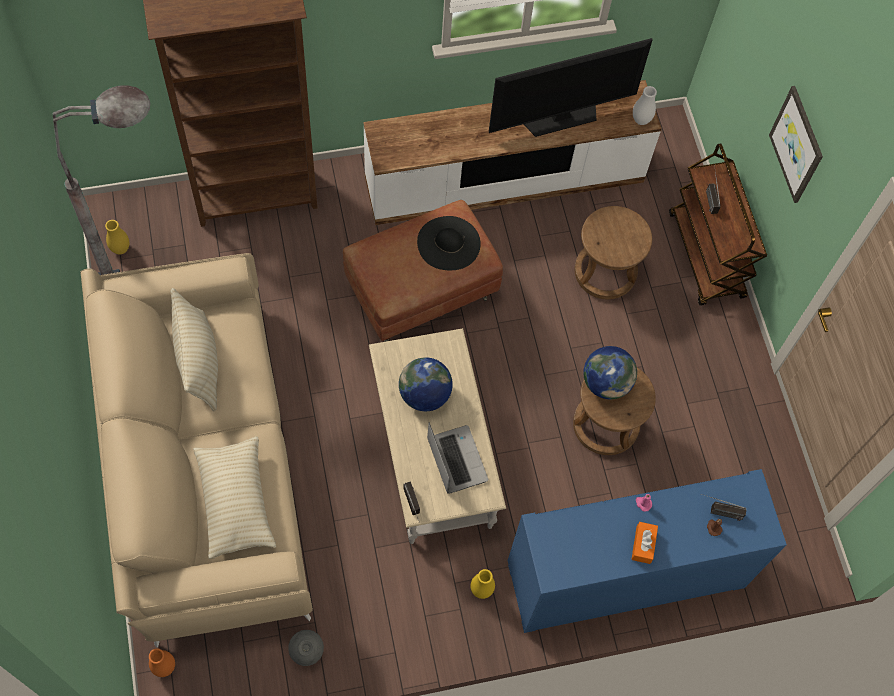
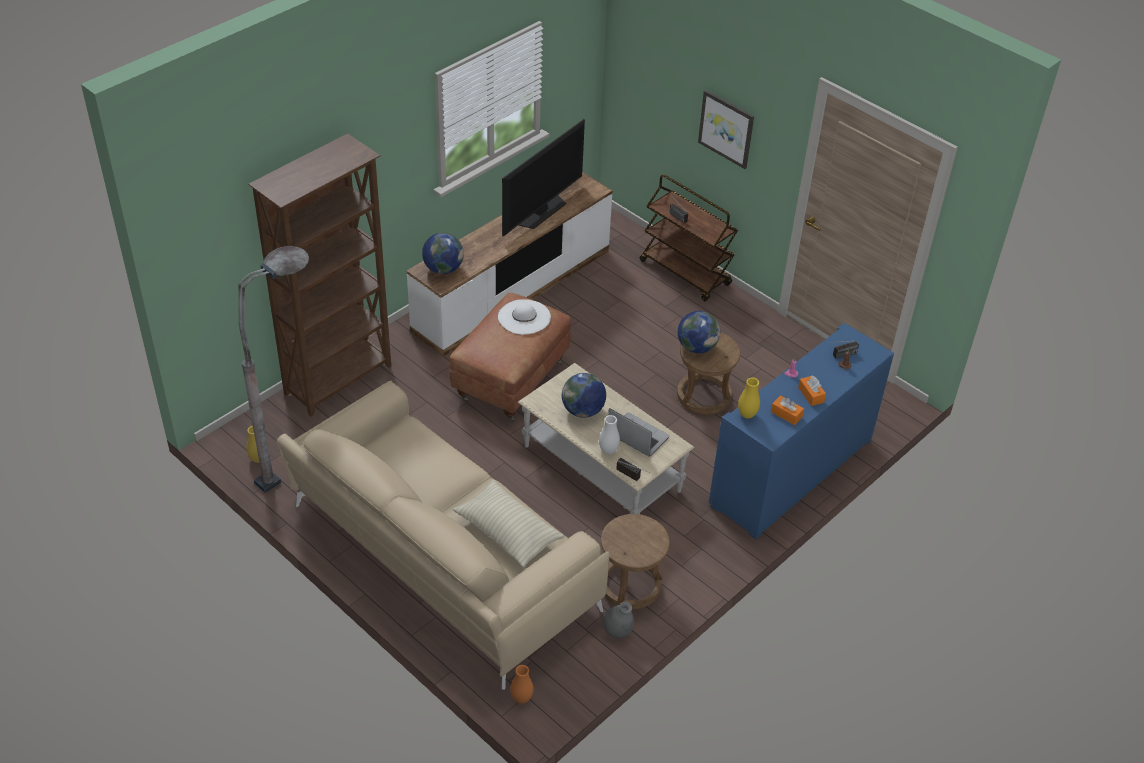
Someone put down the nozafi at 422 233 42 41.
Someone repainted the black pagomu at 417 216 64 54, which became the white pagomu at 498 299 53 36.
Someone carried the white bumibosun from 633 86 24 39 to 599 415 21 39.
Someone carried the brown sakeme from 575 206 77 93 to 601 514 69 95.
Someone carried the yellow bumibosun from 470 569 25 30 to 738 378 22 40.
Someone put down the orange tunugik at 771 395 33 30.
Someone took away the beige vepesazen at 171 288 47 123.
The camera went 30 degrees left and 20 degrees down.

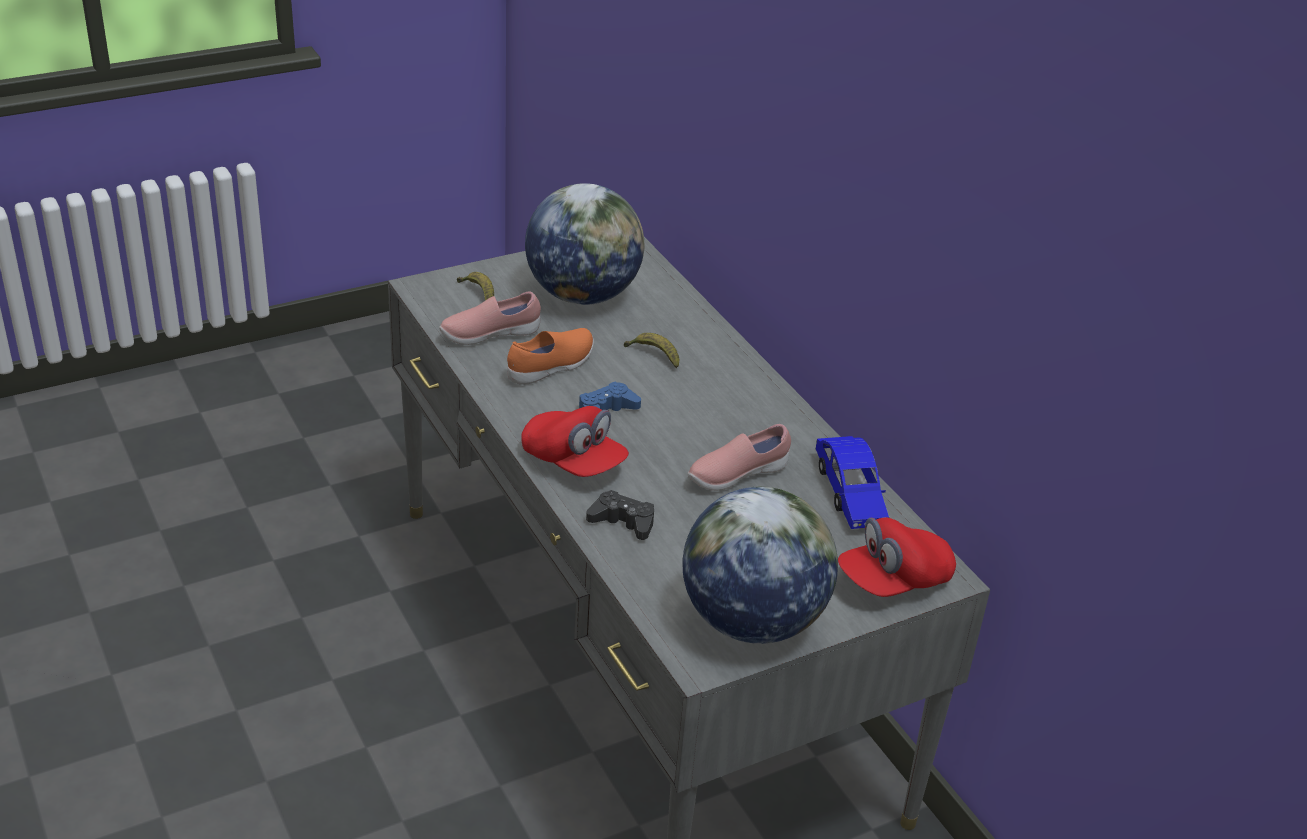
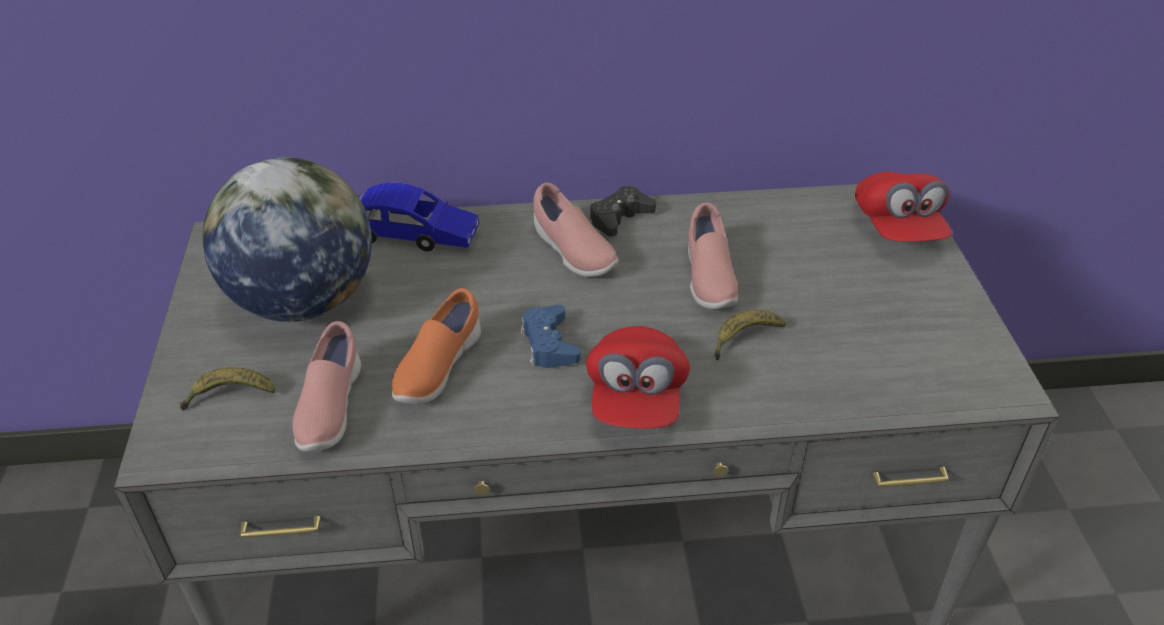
Someone carried the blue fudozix from 816 436 73 93 to 358 183 121 68.
Someone rotated the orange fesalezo at 507 328 87 57 by 135 degrees counterclockwise.
Someone put down the pink fesalezo at 533 182 86 95.
Someone rotated the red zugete at 521 406 108 71 by 120 degrees clockwise.
Someone carried the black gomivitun from 586 490 68 50 to 590 186 66 50.
Someone carried the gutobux from 624 333 55 35 to 715 310 71 50.
Someone took away the nozafi at 682 487 156 157.
The camera went 65 degrees left and 5 degrees up.

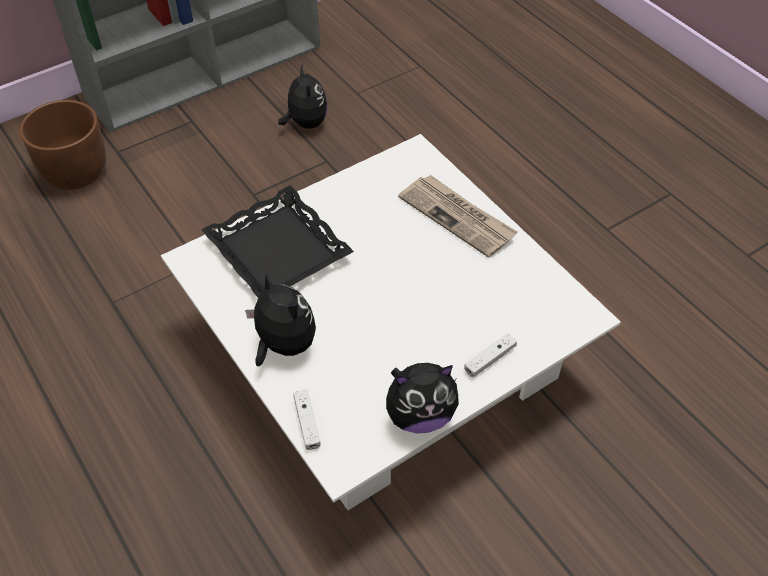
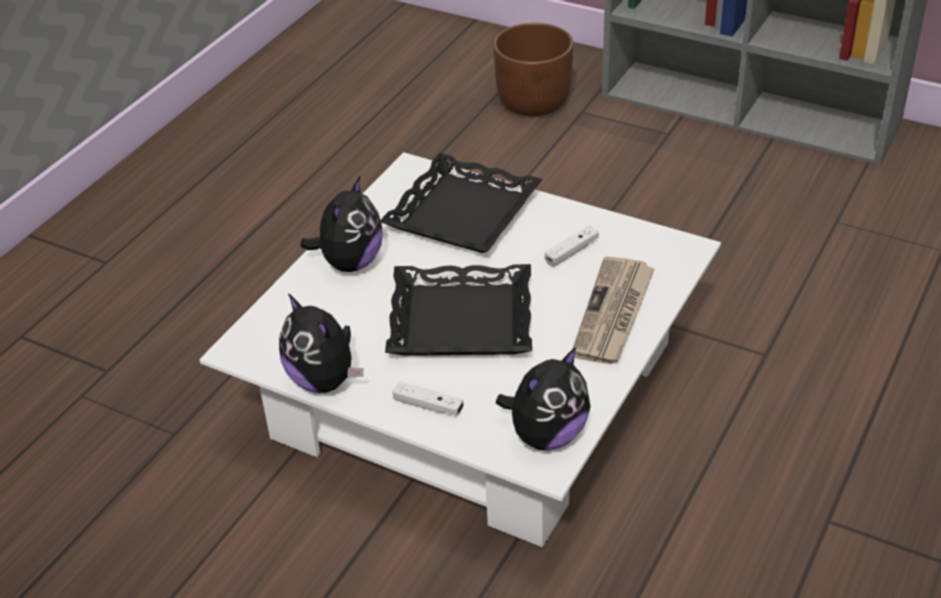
Someone put down the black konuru at 385 264 147 92.
Someone carried the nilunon from 278 63 50 66 to 496 347 95 104.
Someone carried the white gomivitun from 294 390 26 60 to 545 226 54 41.
The camera went 65 degrees right and 10 degrees down.

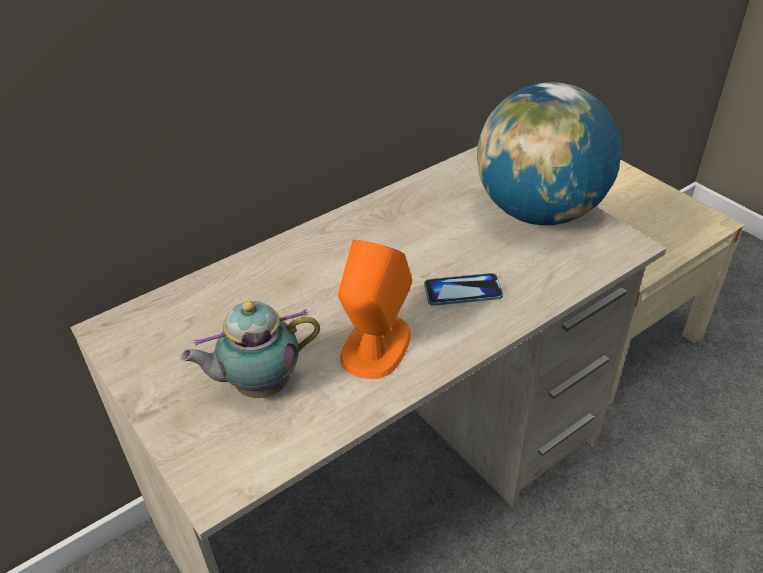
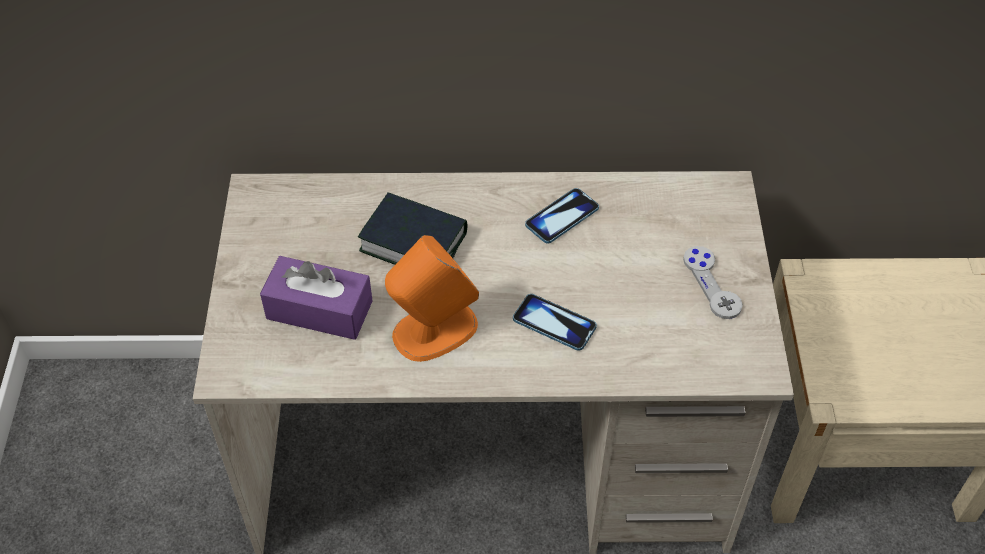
Someone swapped the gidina at 180 301 140 97 for the purple tunugik at 260 256 113 84.
Someone put down the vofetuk at 358 192 109 73.
Someone put down the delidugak at 525 188 74 56.
Someone swapped the nozafi at 477 82 144 143 for the grey gomivitun at 683 246 60 73.
The camera went 35 degrees right and 10 degrees up.

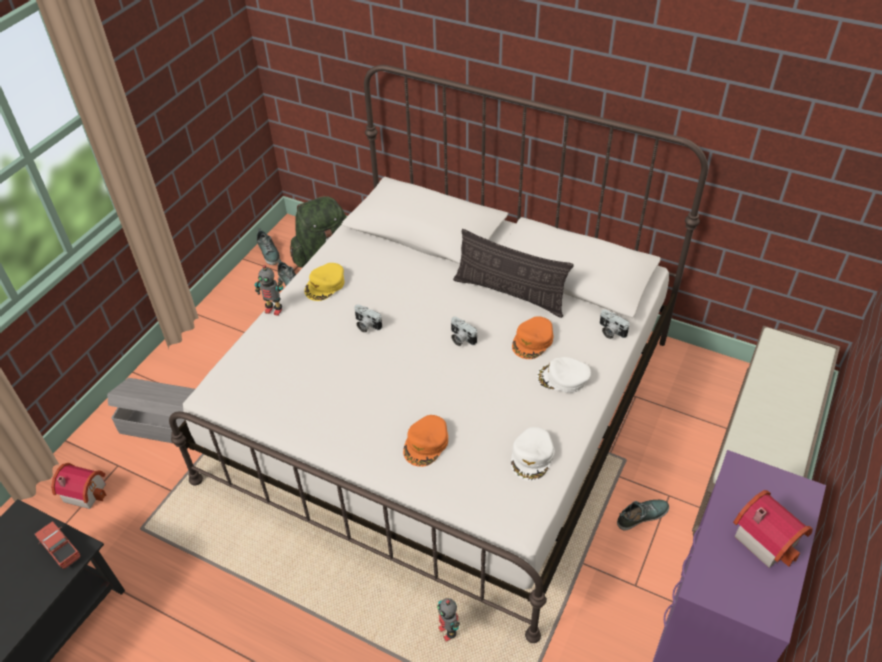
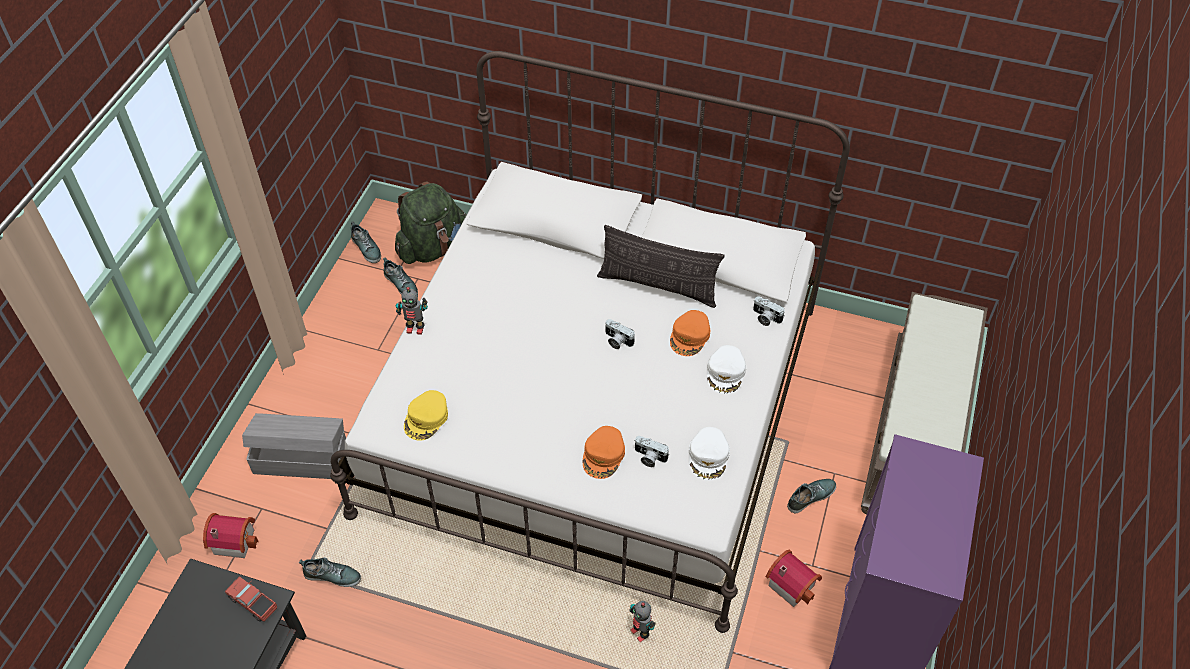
Someone put down the fesalezo at 299 557 62 30.
Someone carried the yellow zugete from 304 263 40 38 to 404 390 44 51.
Someone carried the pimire from 354 304 28 29 to 634 436 36 31.
Someone rotated the white zugete at 537 357 54 36 by 75 degrees counterclockwise.
Someone carried the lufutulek from 733 490 80 78 to 766 550 56 57.
The camera went 10 degrees left and 5 degrees up.

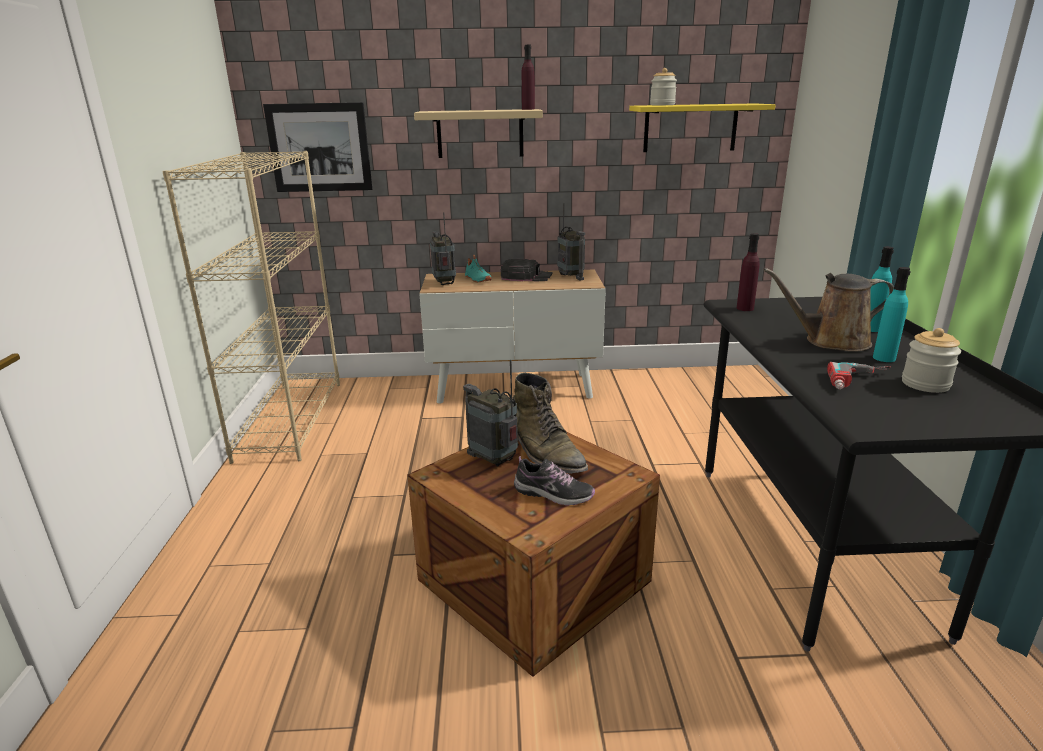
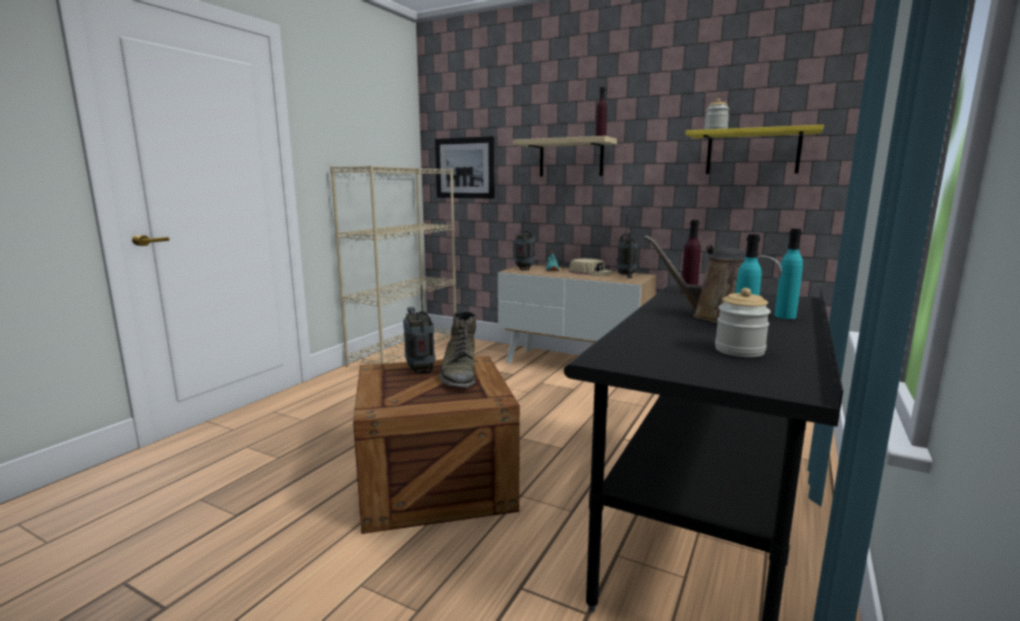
Someone repainted the black zugete at 501 259 51 23, which became the beige zugete at 569 258 45 18.
Someone took away the fesalezo at 514 456 81 50.
Someone took away the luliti at 827 362 64 27.
The camera went 30 degrees right and 10 degrees down.

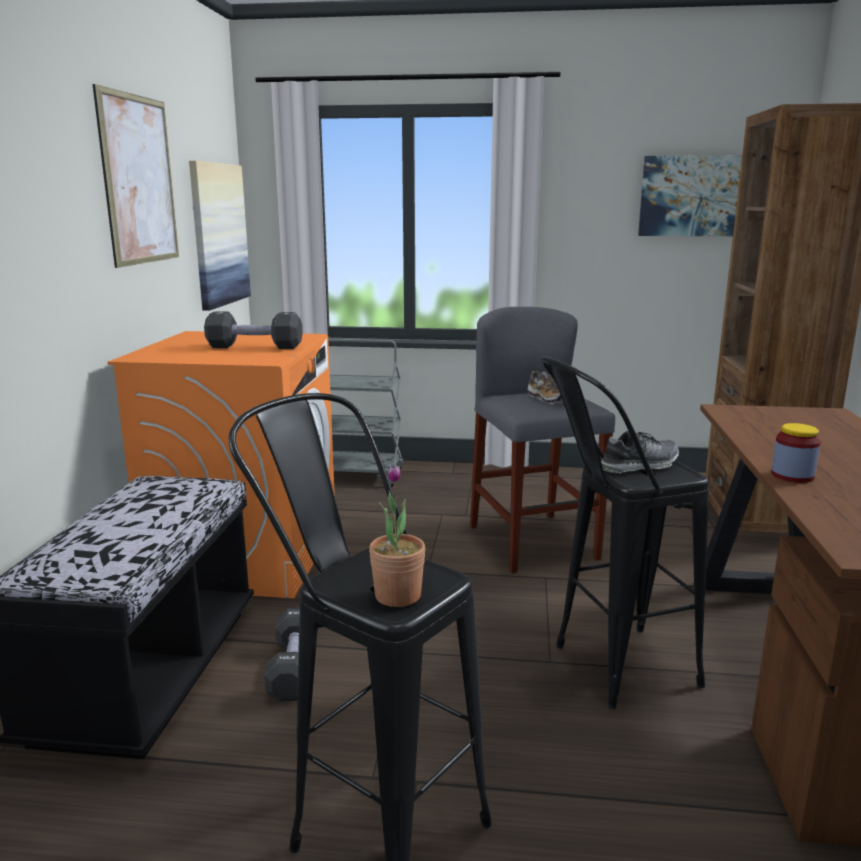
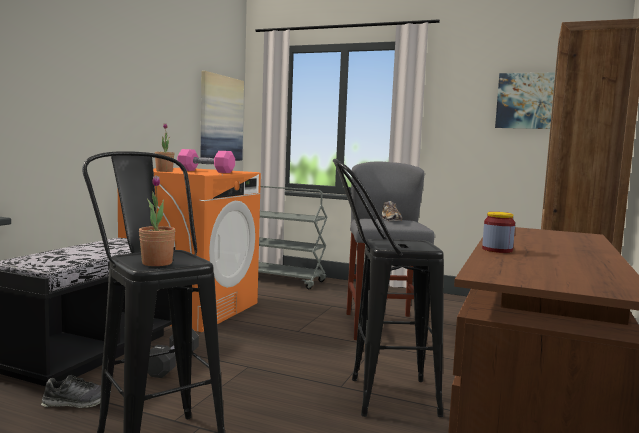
Someone carried the fesalezo from 601 431 78 43 to 41 375 70 33.
Someone put down the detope at 155 123 19 49.
Someone repainted the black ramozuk at 204 311 99 38, which became the pink ramozuk at 177 149 58 24.
Someone took away the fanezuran at 93 84 86 184.
The camera went 15 degrees right and 10 degrees down.

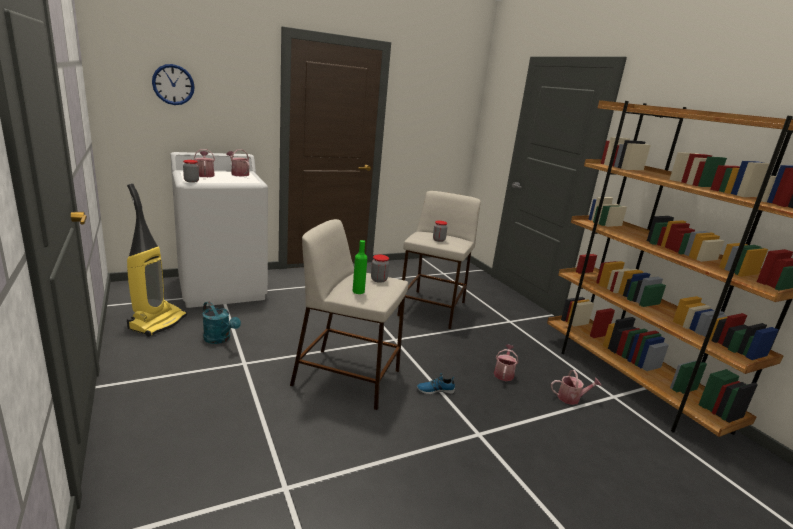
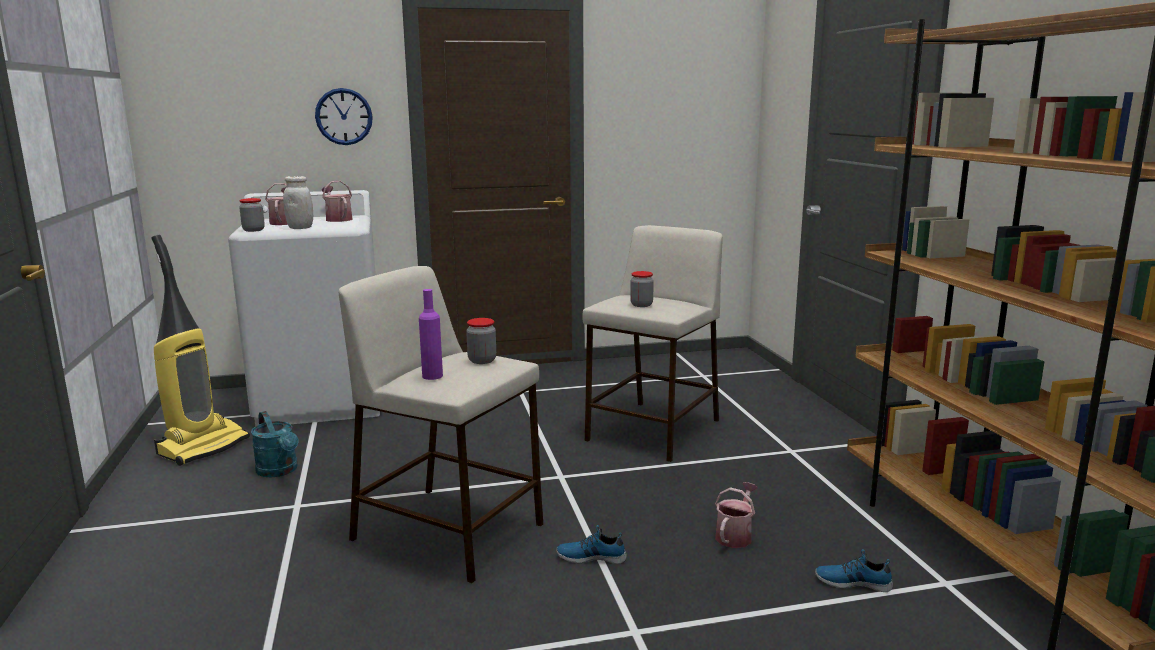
Someone put down the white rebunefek at 283 176 30 53.
Someone carried the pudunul from 152 64 43 41 to 315 88 58 57.
Someone repainted the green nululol at 353 240 15 54, which became the purple nululol at 419 289 24 91.
Someone swapped the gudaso at 551 370 51 35 for the fesalezo at 815 549 78 43.
The camera went 15 degrees right and 5 degrees down.

